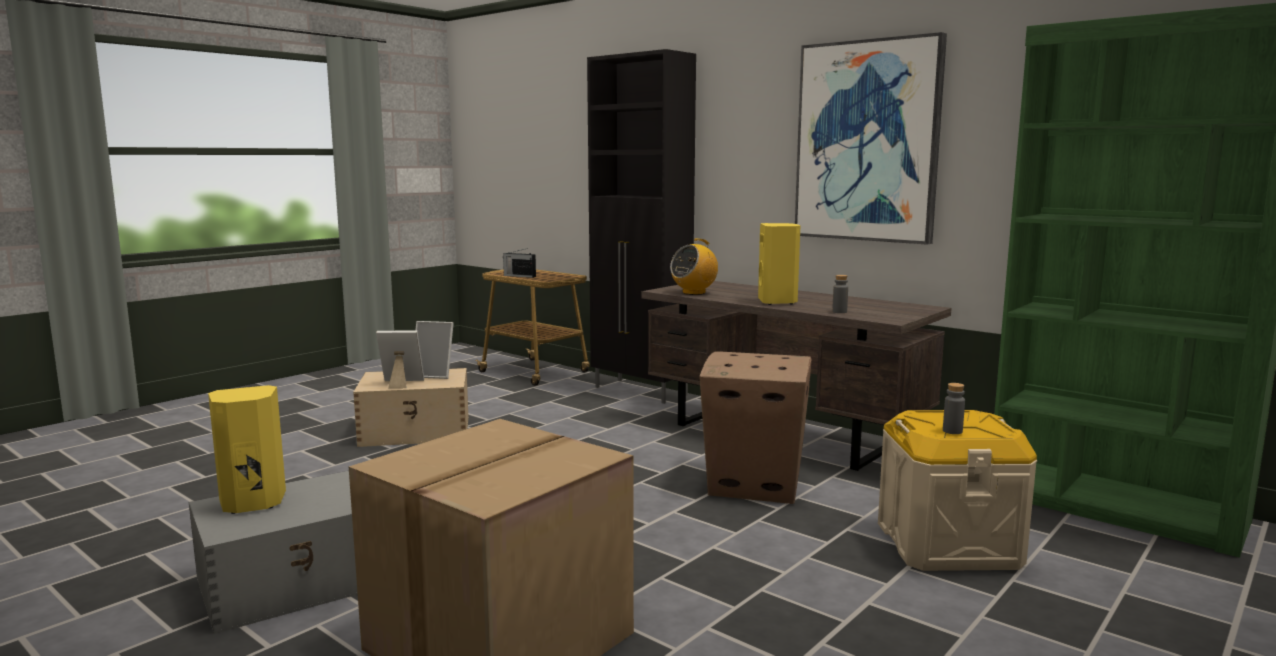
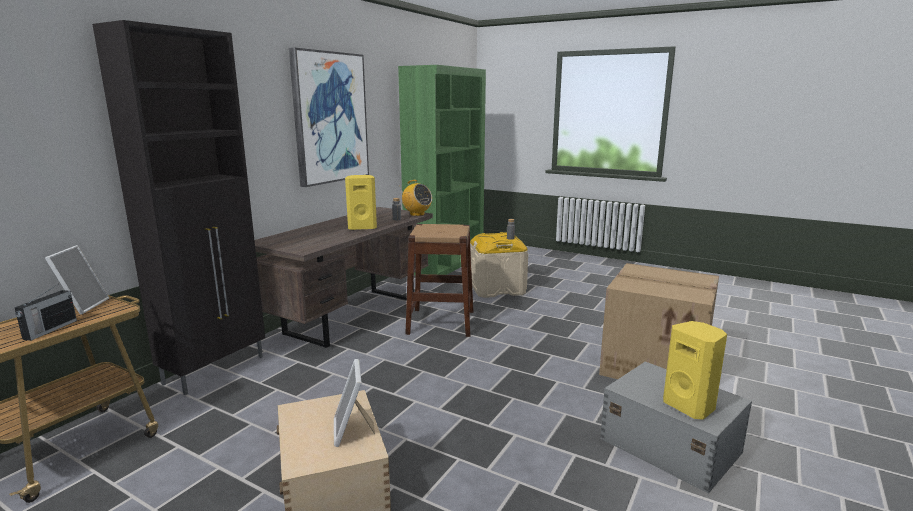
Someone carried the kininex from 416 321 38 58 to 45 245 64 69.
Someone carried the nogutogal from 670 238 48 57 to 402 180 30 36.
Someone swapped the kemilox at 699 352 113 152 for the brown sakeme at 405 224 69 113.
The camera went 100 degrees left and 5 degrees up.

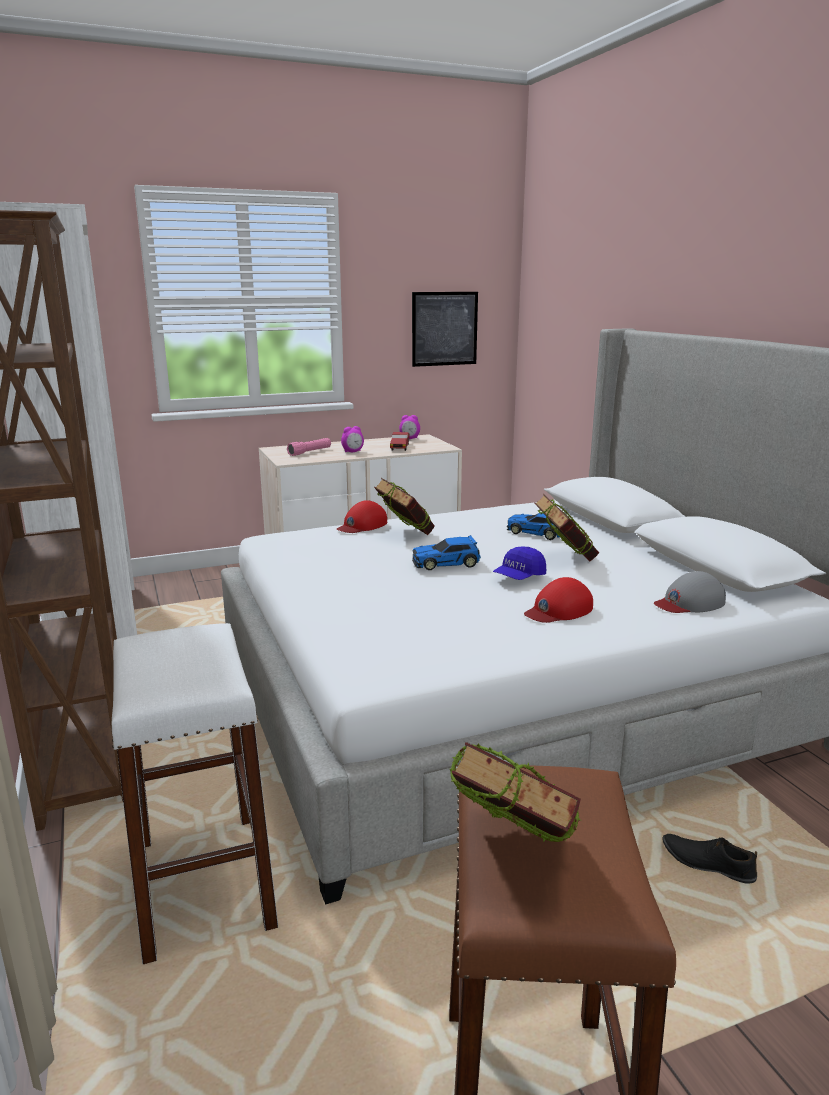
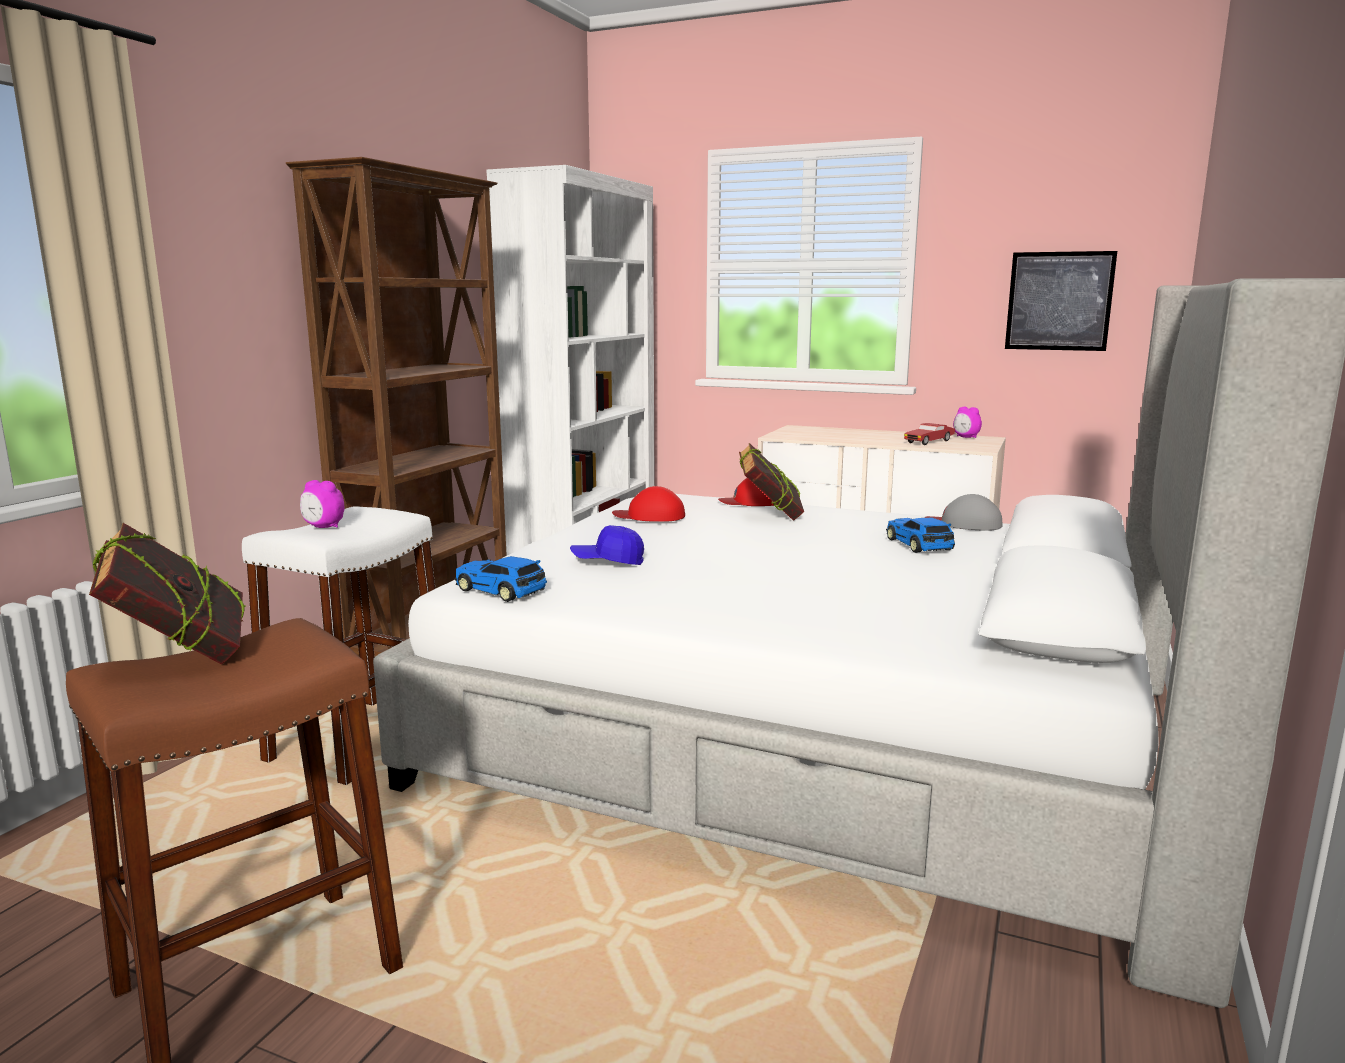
Someone carried the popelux from 341 426 23 26 to 300 480 45 48.
Someone carried the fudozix from 412 535 69 35 to 455 556 92 46.
Someone carried the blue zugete from 493 547 53 33 to 570 525 74 40.
Someone carried the red zugete from 524 577 69 46 to 612 486 73 36.
Someone carried the grey zugete from 654 571 72 42 to 924 494 79 37.
Someone took away the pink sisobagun at 287 438 44 18.
Someone took away the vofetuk at 534 494 65 68.
Someone took away the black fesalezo at 663 834 94 50.
The camera went 45 degrees right and 5 degrees down.

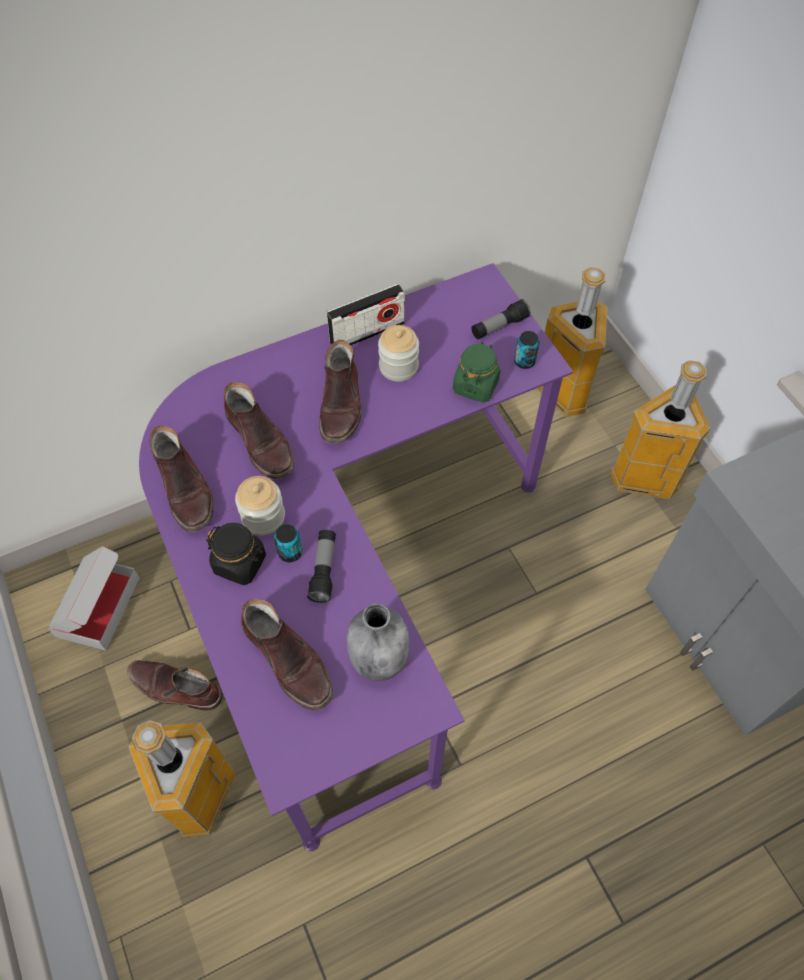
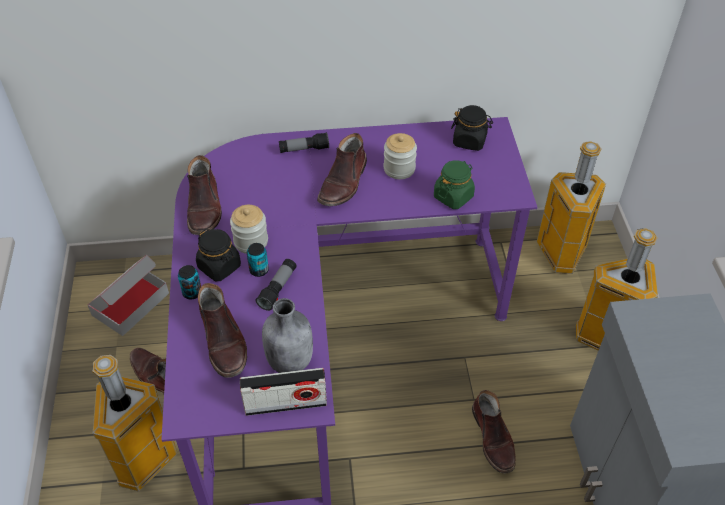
Someone carried the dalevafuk from 514 331 25 38 to 178 265 23 34.
Someone carried the nogutogal from 327 284 78 61 to 240 368 87 48.
Someone carried the sisobagun from 471 299 60 40 to 279 132 50 21.
Someone put down the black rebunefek at 451 105 42 46.
Someone carried the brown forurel from 224 382 70 97 to 472 390 44 84.
The camera went 20 degrees right and 10 degrees down.

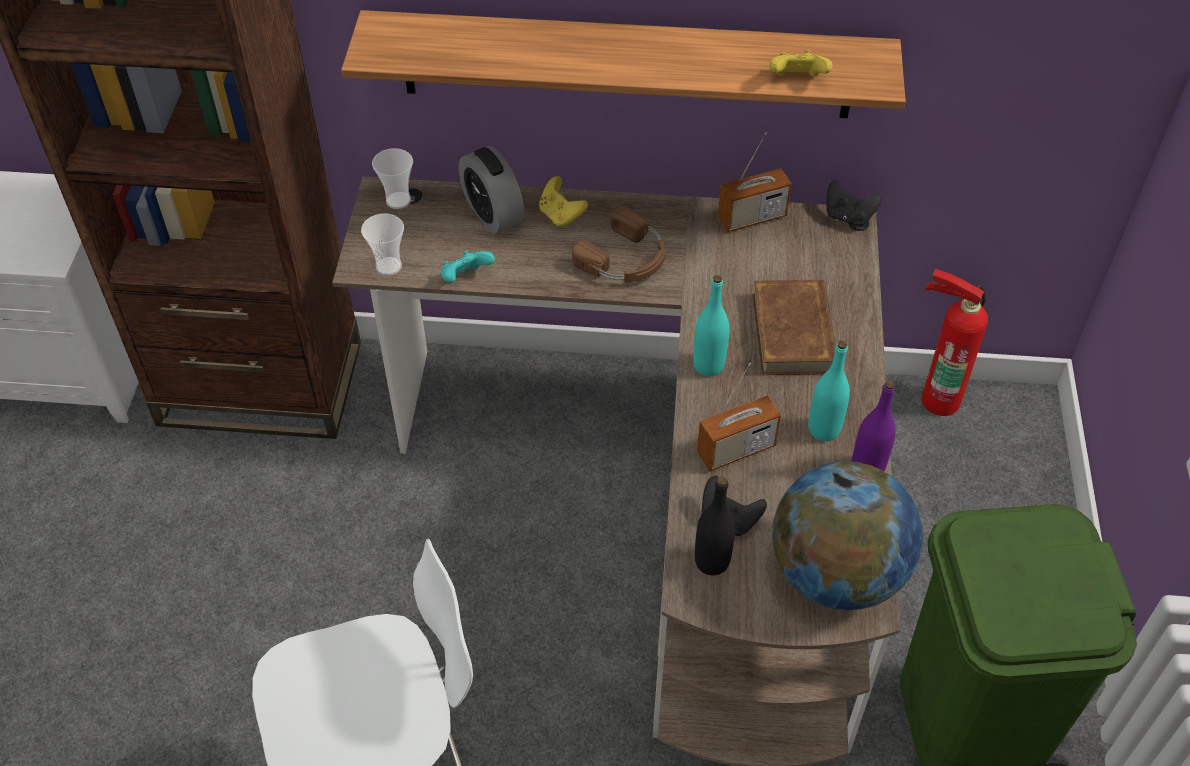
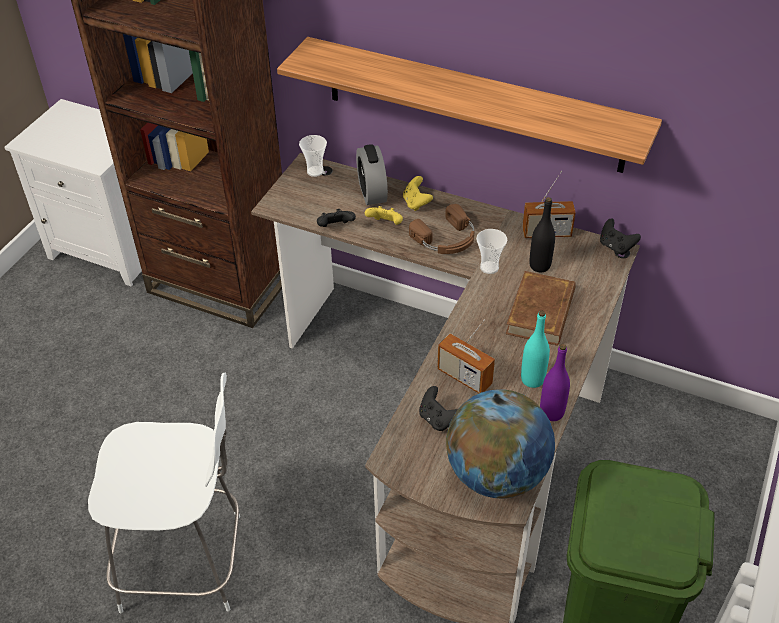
Someone repainted the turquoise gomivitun at 441 251 54 32, which became the black gomivitun at 317 209 39 18.
Someone carried the yellow gomivitun from 769 50 64 27 to 365 206 38 19.
Someone rotated the nogutogal at 697 363 84 108 by 45 degrees clockwise.
Someone carried the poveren from 361 213 43 63 to 476 229 31 45.
Someone carried the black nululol from 695 477 40 98 to 529 197 26 75.
Someone took away the turquoise nululol at 693 275 36 101.
Someone took away the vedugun at 922 269 66 147.
The camera went 20 degrees right and 5 degrees down.

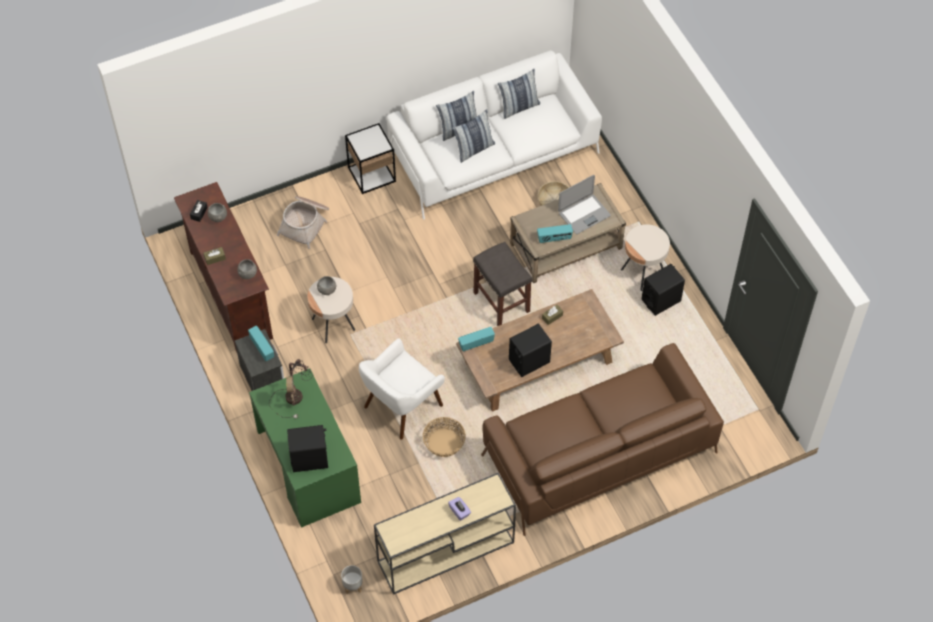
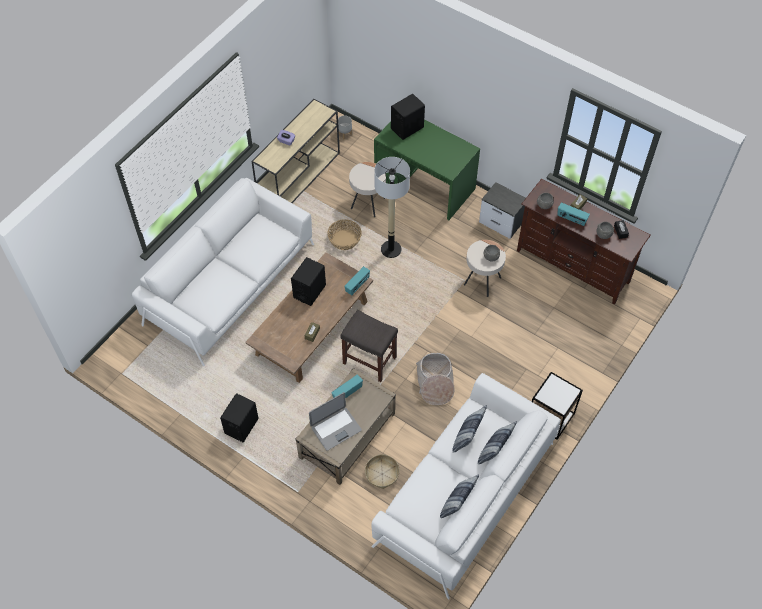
Someone repainted the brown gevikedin at 481 343 243 193, which became the white gevikedin at 132 178 182 188.
Someone rotated the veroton at 558 175 53 59 by 150 degrees counterclockwise.
Someone carried the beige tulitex from 621 224 49 67 to 349 162 37 55.
Someone swapped the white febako at 359 338 86 101 for the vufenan at 374 157 36 101.
Someone carried the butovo from 277 196 52 53 to 416 353 39 52.
Someone carried the nogutogal from 248 326 26 35 to 557 202 33 24.
Someone took away the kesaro at 269 359 43 59.
The camera went 150 degrees right and 0 degrees up.

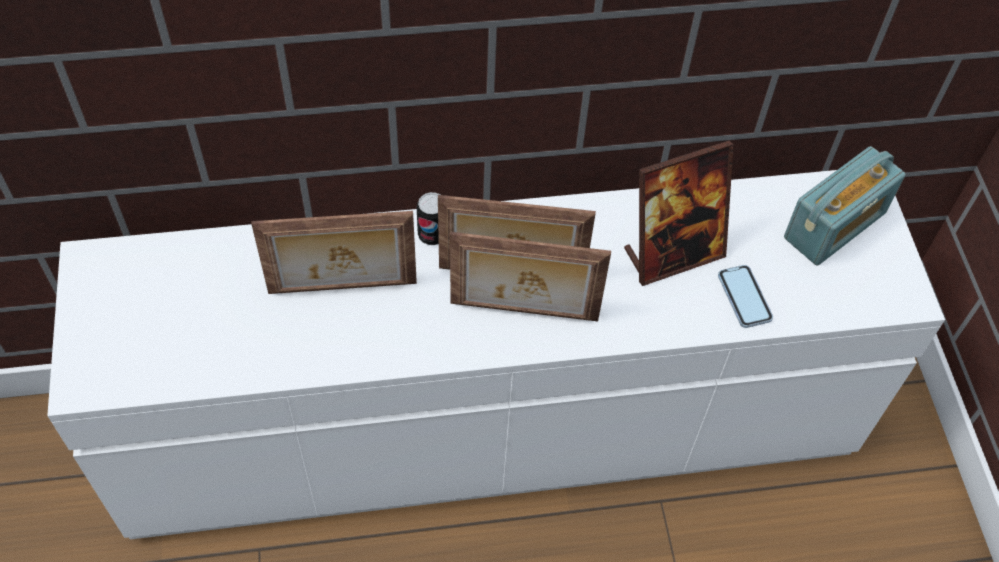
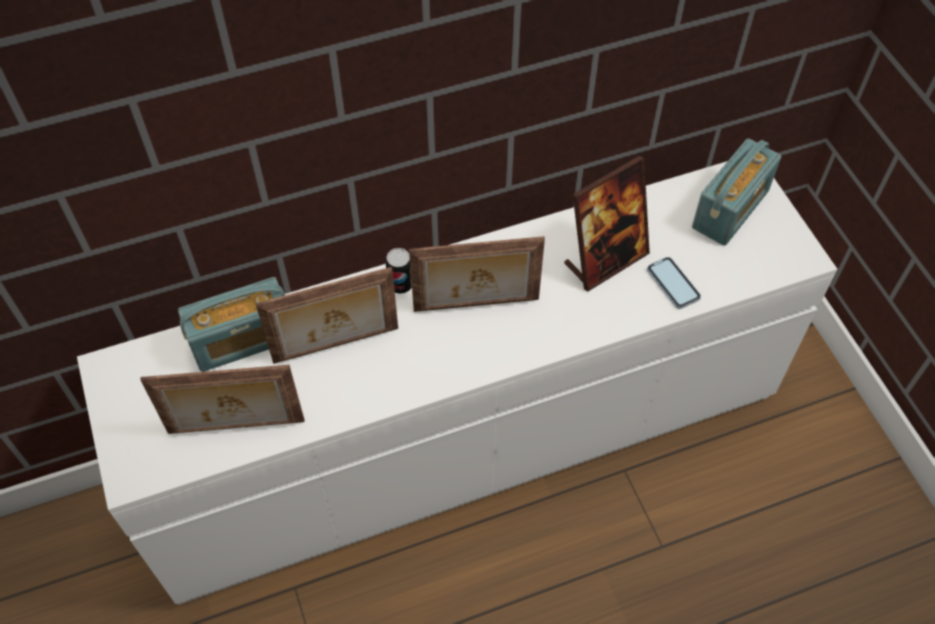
Someone carried the kininex from 450 232 161 89 to 140 365 165 69.
Someone put down the nogutogal at 178 277 107 95.
The camera went 10 degrees left and 0 degrees up.

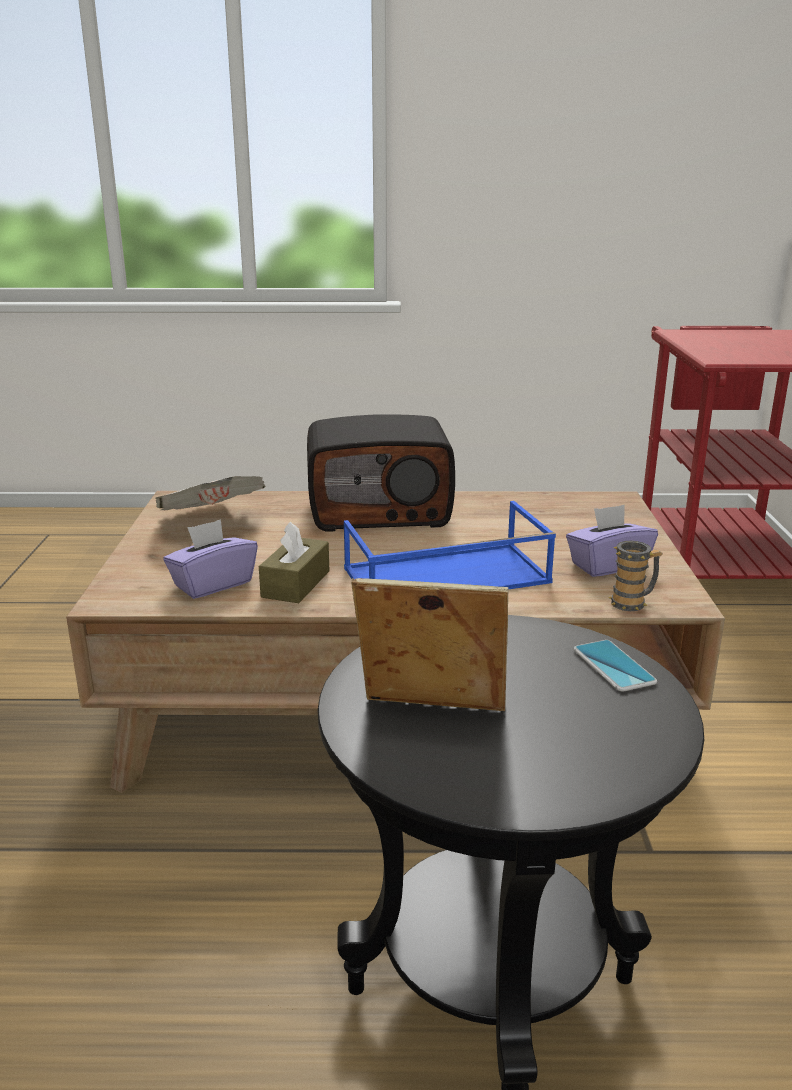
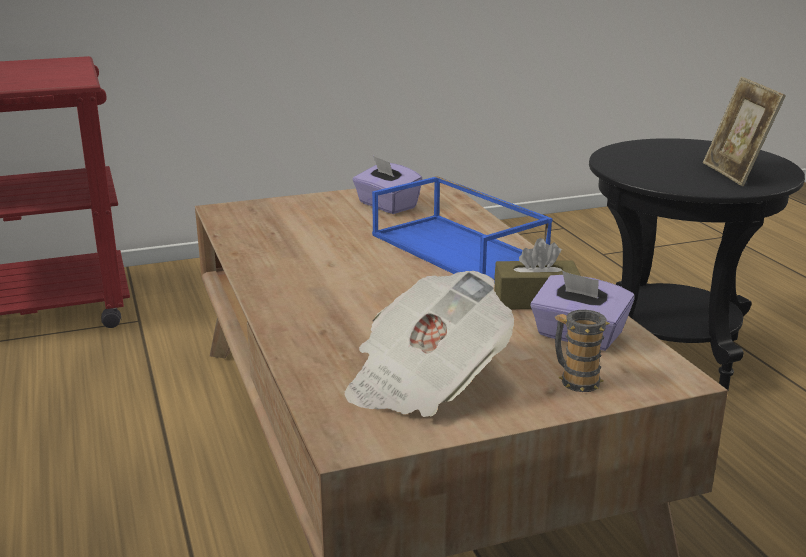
Someone carried the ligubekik from 609 541 54 70 to 555 310 55 82.
Someone took away the nogutogal at 307 414 148 118.
Someone took away the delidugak at 574 640 83 52.
The camera went 110 degrees left and 0 degrees up.

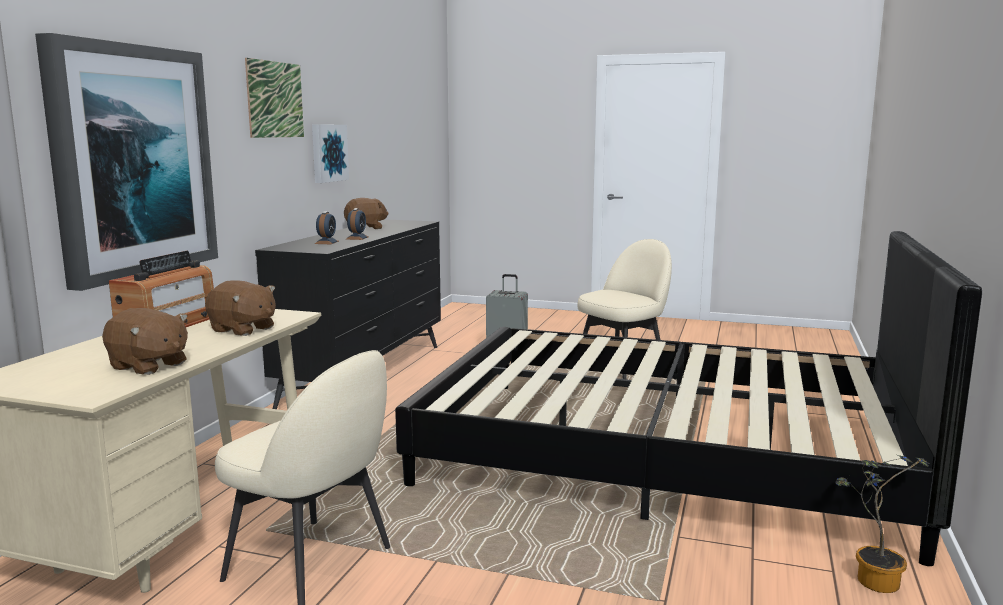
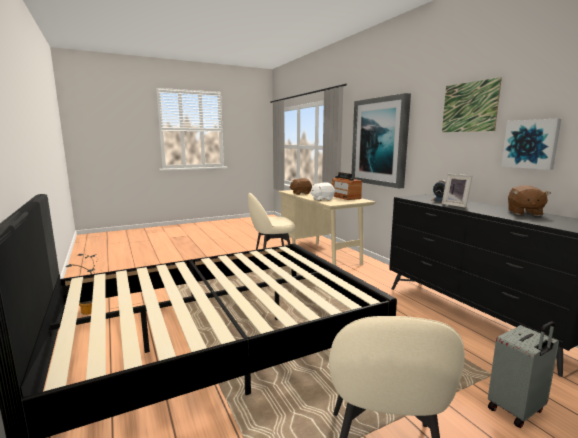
Someone repainted the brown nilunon at 205 280 71 56, which became the white nilunon at 310 182 25 19.
Someone swapped the popelux at 346 208 22 32 for the kininex at 442 173 30 35.
The camera went 135 degrees right and 0 degrees up.

